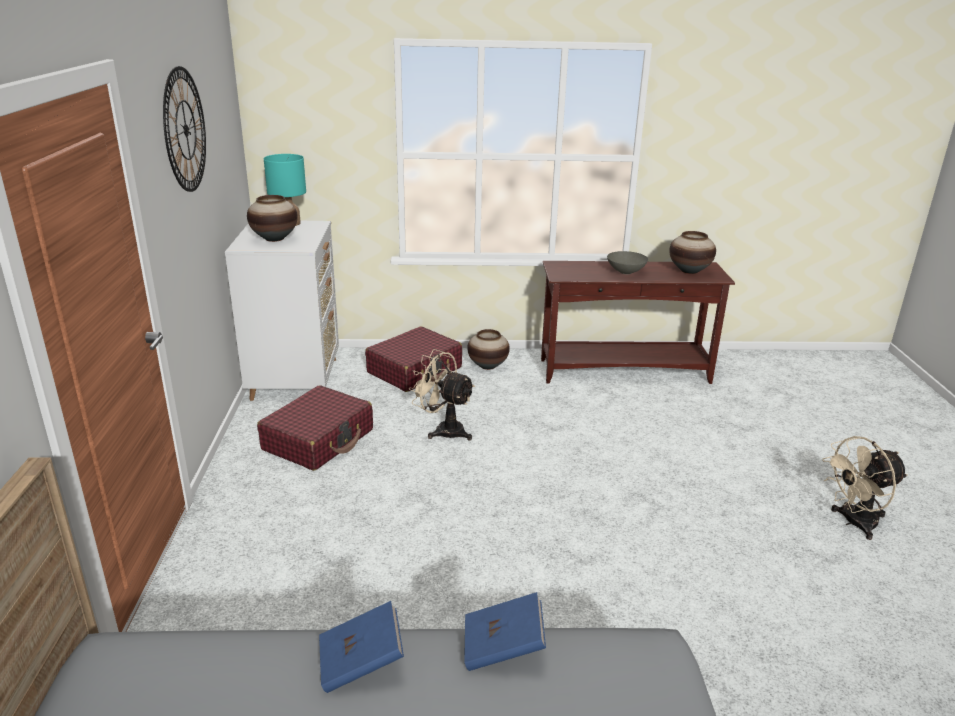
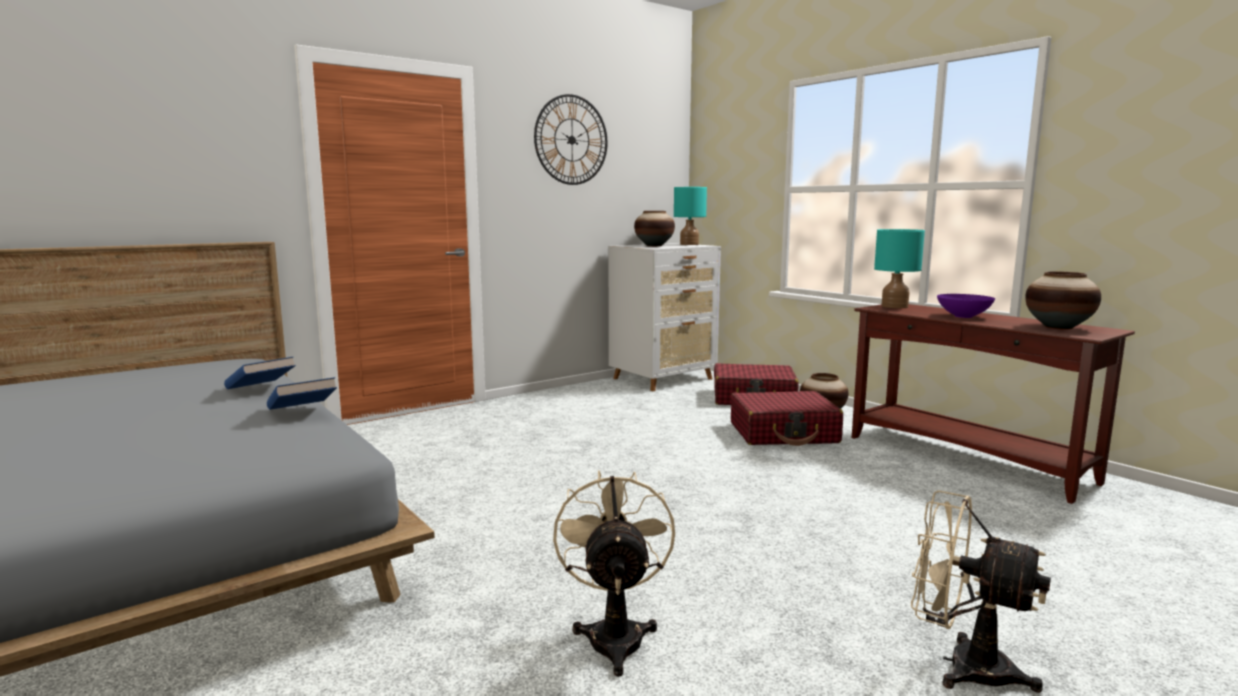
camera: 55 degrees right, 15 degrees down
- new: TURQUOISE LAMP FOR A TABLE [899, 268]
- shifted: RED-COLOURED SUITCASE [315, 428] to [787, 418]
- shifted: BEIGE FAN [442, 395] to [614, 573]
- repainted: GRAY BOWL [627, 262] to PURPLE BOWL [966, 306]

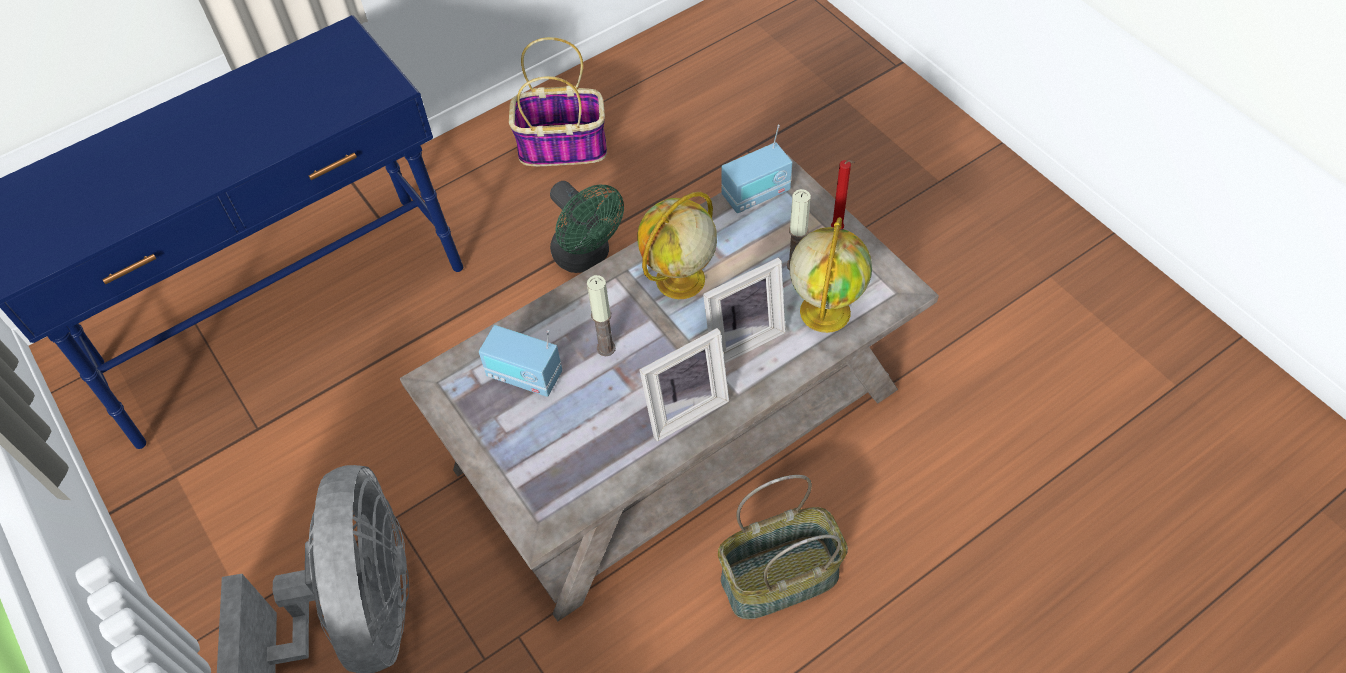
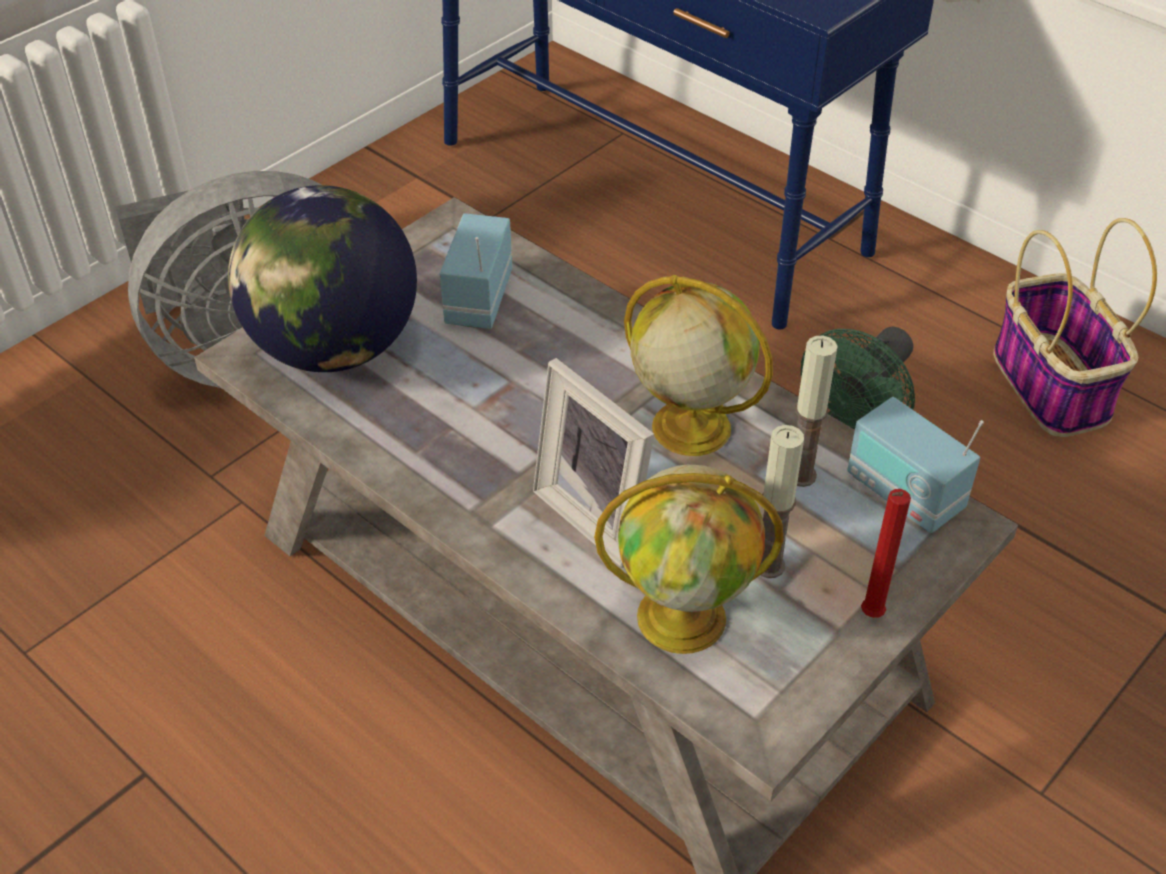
camera: 75 degrees right, 10 degrees down
- gone: STANDING FRAME [684, 384]
- gone: HOUSEHOLD BASKET [783, 547]
- new: DESK GLOBE [322, 278]
- shifted: WAX CANDLE [601, 316] to [816, 411]

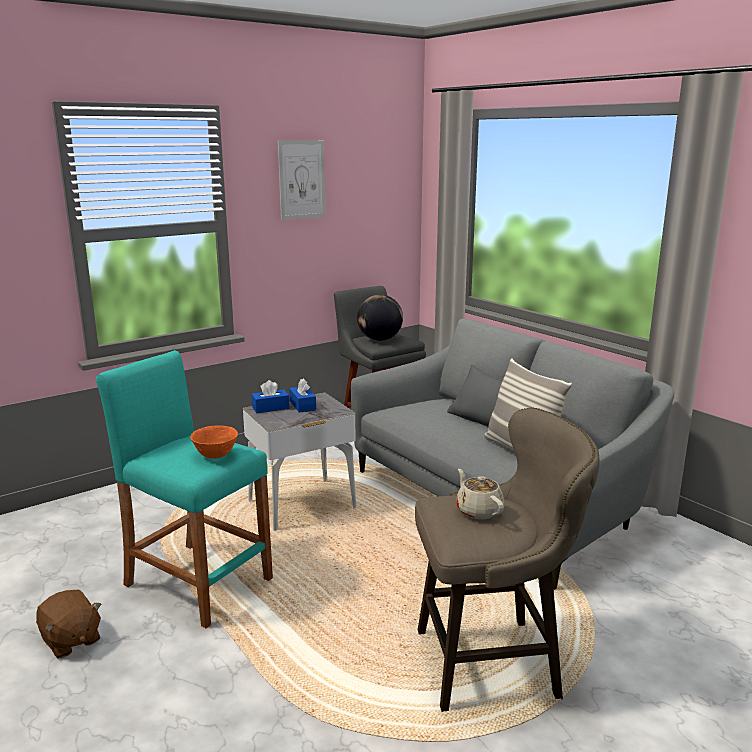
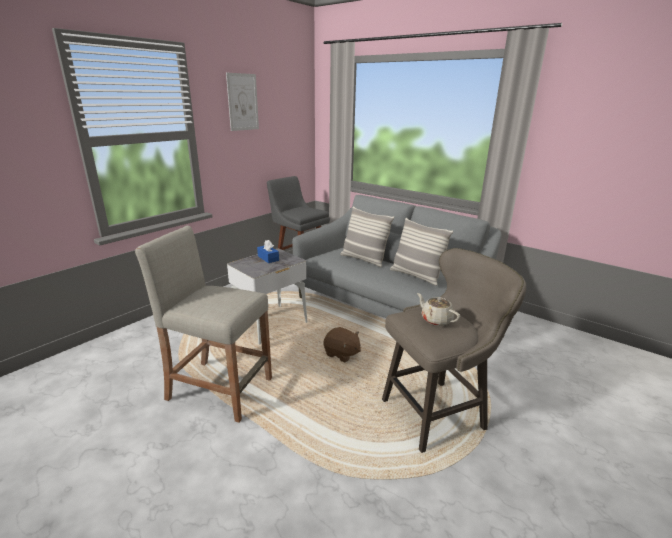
camera: 15 degrees left, 5 degrees up
- gone: ORANGE-COLOURED BOWL [214, 442]
- gone: BLUISH BOX OF TISSUES [271, 396]
- gone: DESK GLOBE [380, 318]
- new: PILLOW [367, 236]
- shifted: BROWN-COLOURED CUDDLY TOY [69, 624] to [342, 344]
- repainted: TURQUOISE SITTING STOOL [184, 489] to BEIGE SITTING STOOL [203, 324]

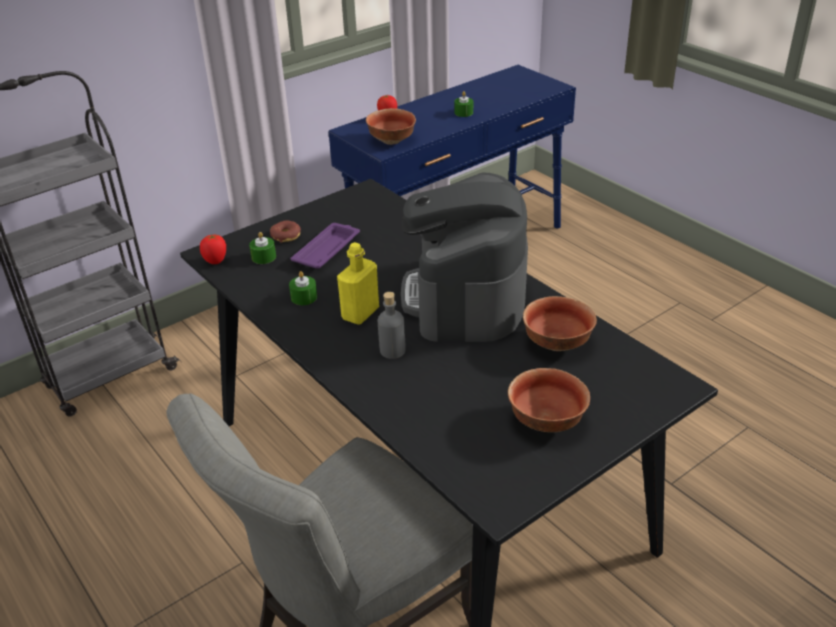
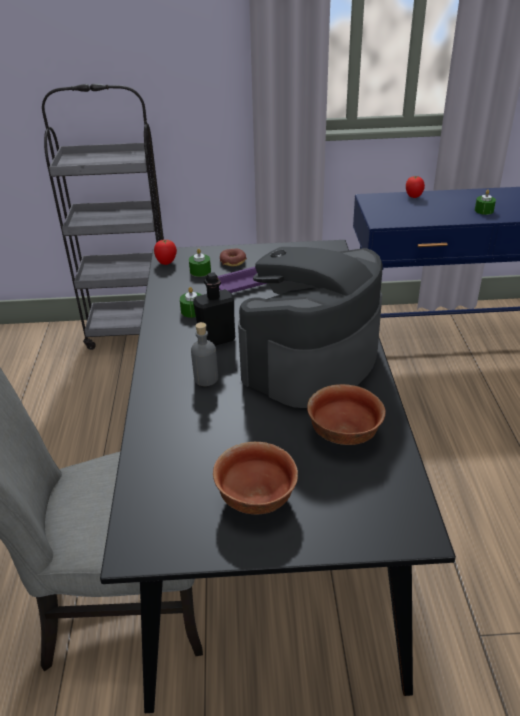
camera: 35 degrees right, 0 degrees up
- gone: BOWL [391, 126]
- repainted: YELLOWISH BOTTLE [358, 283] to BLACK-COLOURED BOTTLE [214, 309]

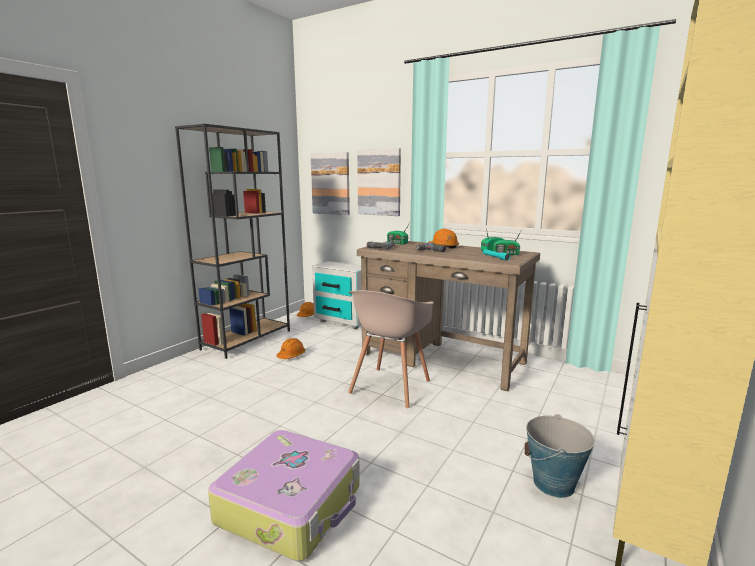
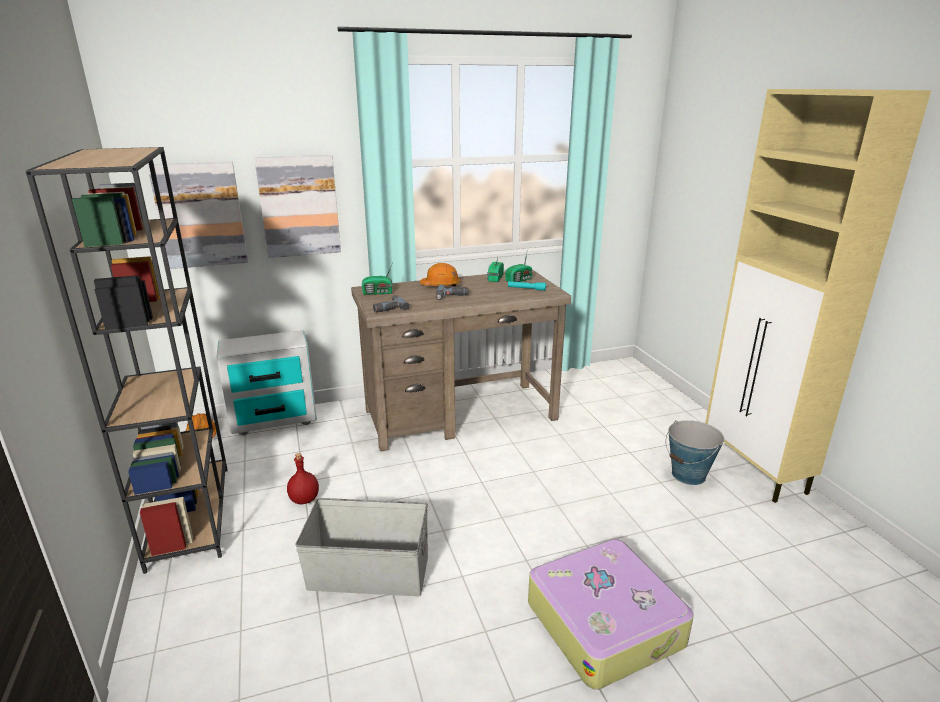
camera: 50 degrees left, 10 degrees up
- gone: BEIGE UPRIGHT CHAIR [391, 349]
- new: GRAY STORAGE BOX [361, 547]
- swapped: ORANGE-COLOURED WORK HELMET [291, 348] to RED-COLOURED BOTTLE [303, 478]

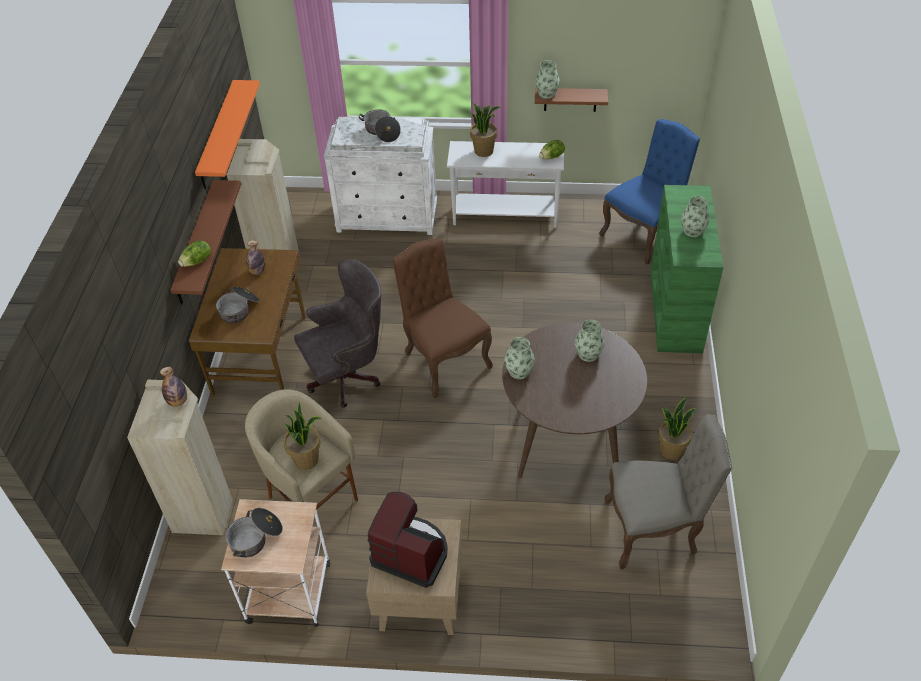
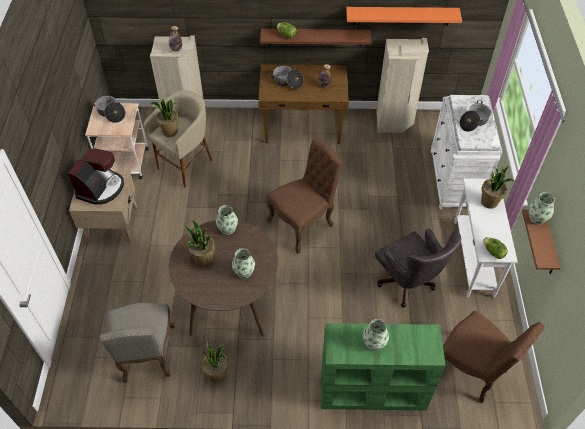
camera: 85 degrees right, 5 degrees up
- new: HOUSEPLANT [199, 243]
- shifted: GRAY COMPUTER CHAIR [337, 333] to [418, 268]
- repainted: BLUISH UPRIGHT CHAIR [649, 192] to BROWN-COLOURED UPRIGHT CHAIR [494, 357]

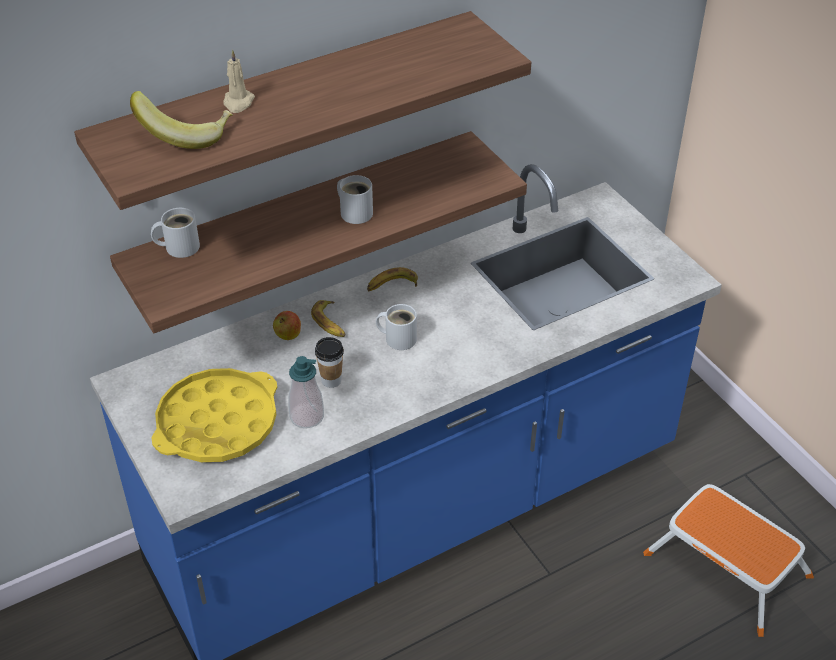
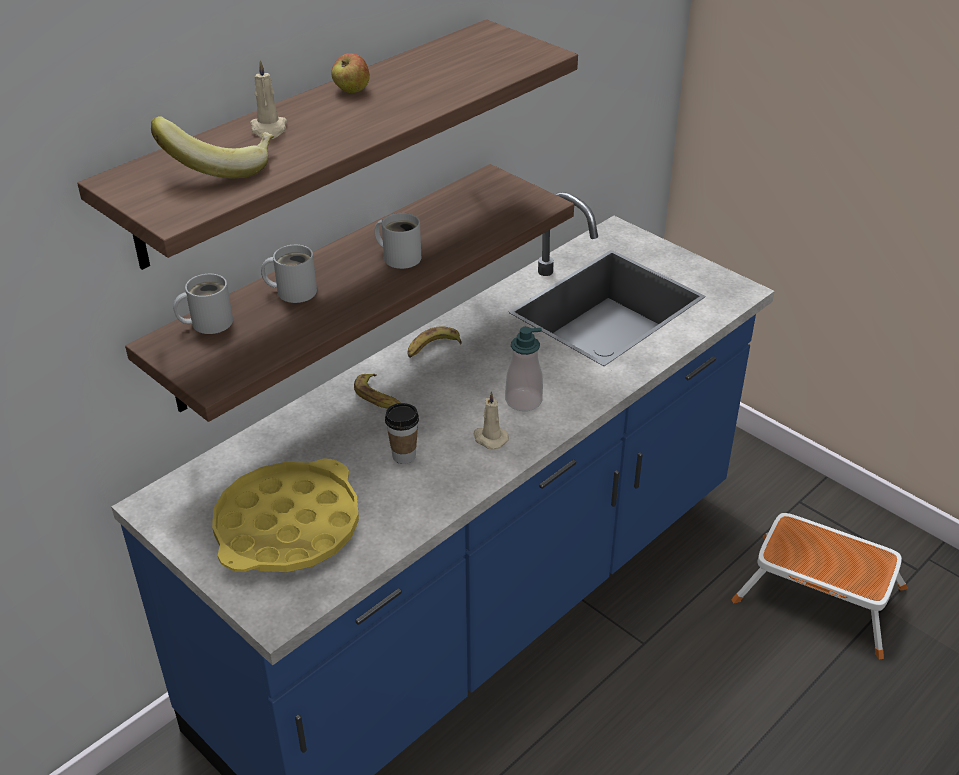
camera: 15 degrees left, 5 degrees down
- new: BEIGE WAX CANDLE [491, 420]
- shifted: APPLE FRUIT [287, 325] to [350, 73]
- shifted: SOAP BOTTLE [306, 392] to [524, 369]
- shifted: WHITE-COLOURED MUG [396, 327] to [289, 274]

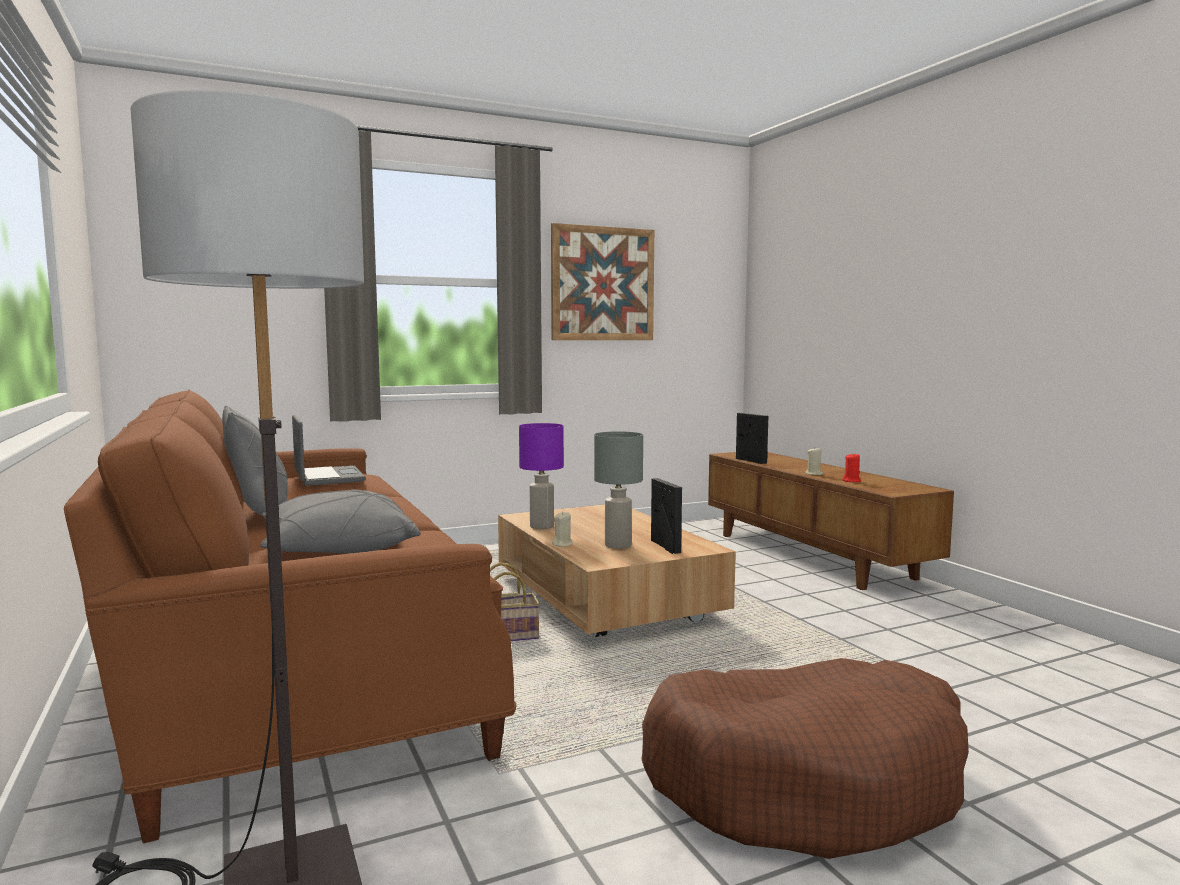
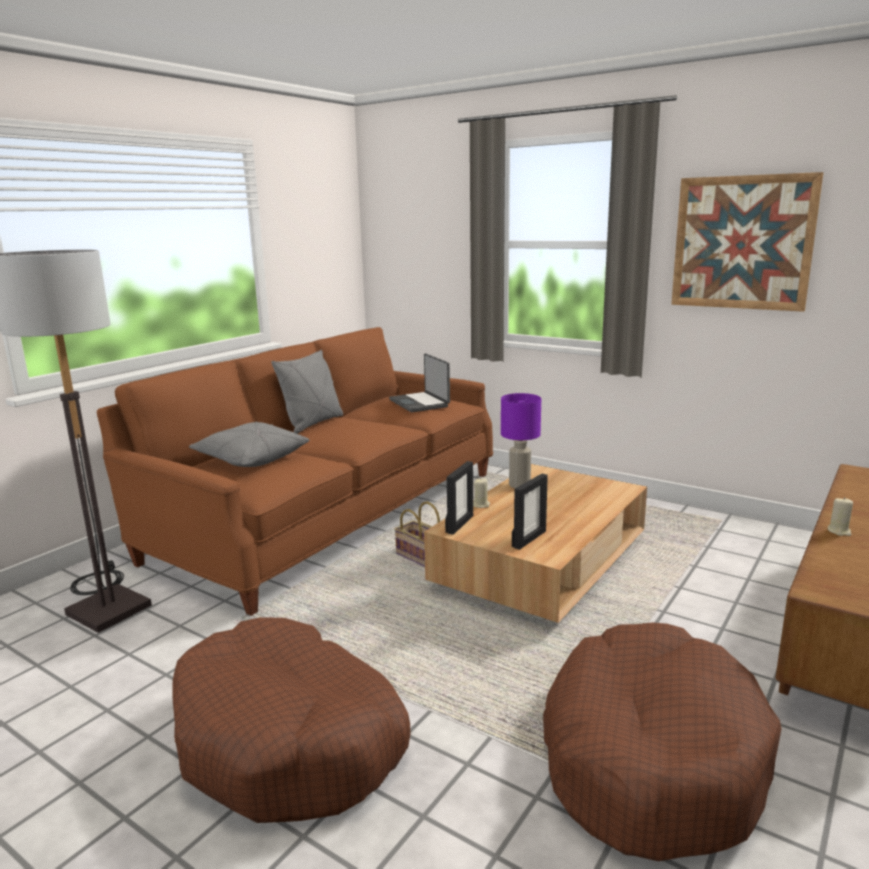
camera: 60 degrees right, 10 degrees up
- gone: GRAY LAMP FOR A TABLE [618, 490]
- gone: RED-COLOURED WAX CANDLE [851, 468]
- new: BROWN-COLOURED DOG CUSHION [662, 741]
- shifted: STANDING FRAME [752, 438] to [459, 498]
- rotated: PORTABLE COMPUTER [329, 450] = [419, 382] 120 degrees clockwise

